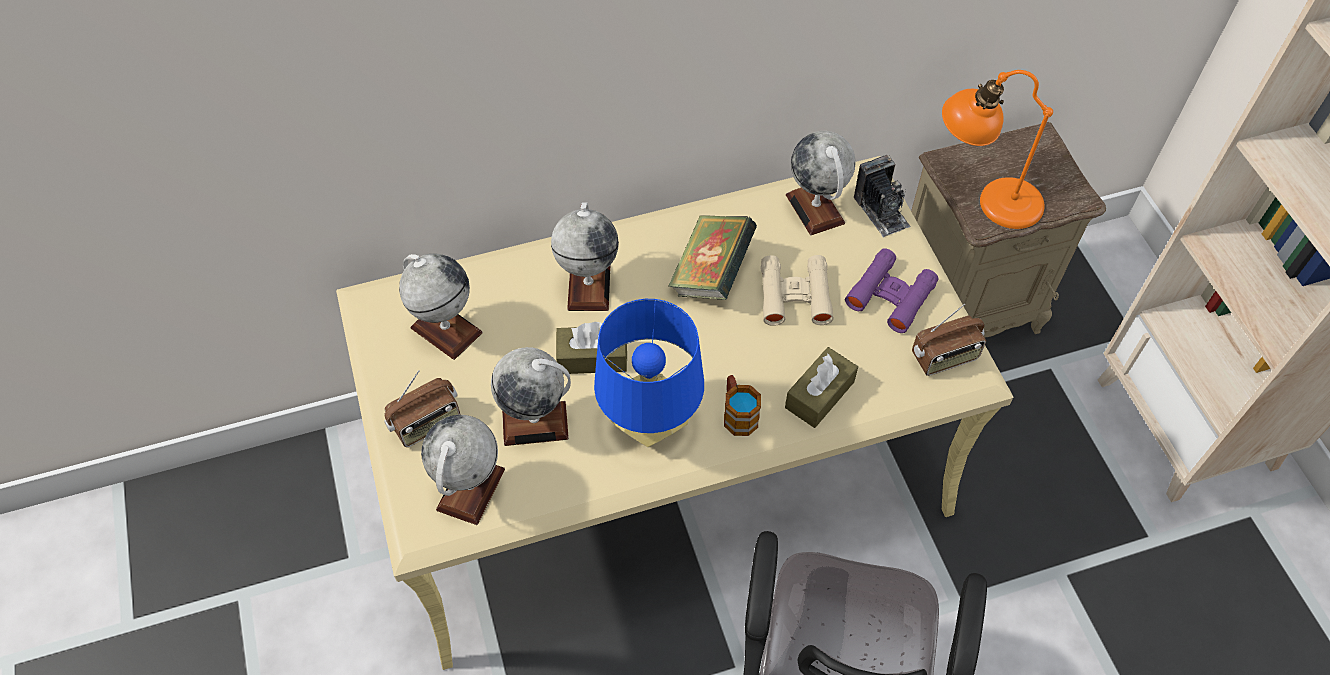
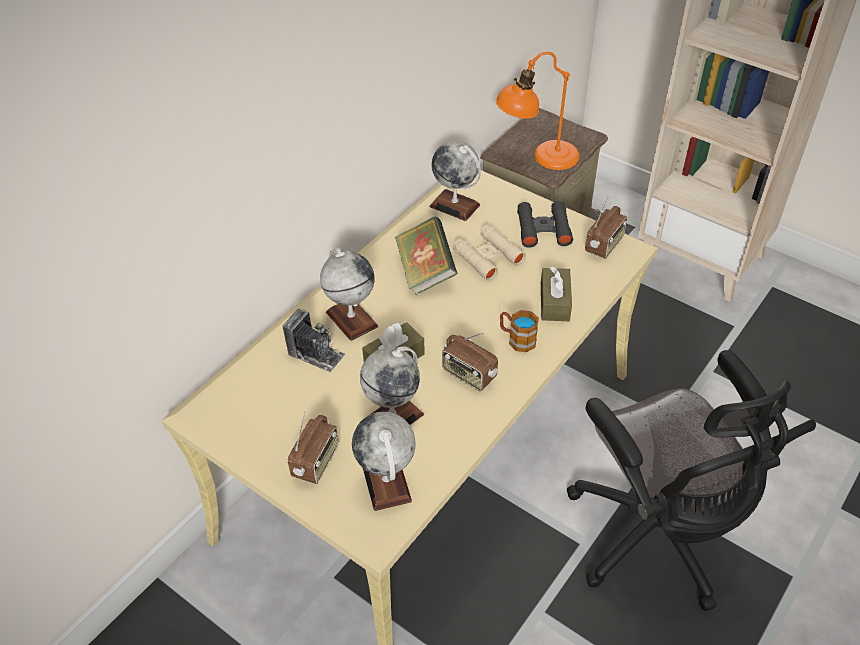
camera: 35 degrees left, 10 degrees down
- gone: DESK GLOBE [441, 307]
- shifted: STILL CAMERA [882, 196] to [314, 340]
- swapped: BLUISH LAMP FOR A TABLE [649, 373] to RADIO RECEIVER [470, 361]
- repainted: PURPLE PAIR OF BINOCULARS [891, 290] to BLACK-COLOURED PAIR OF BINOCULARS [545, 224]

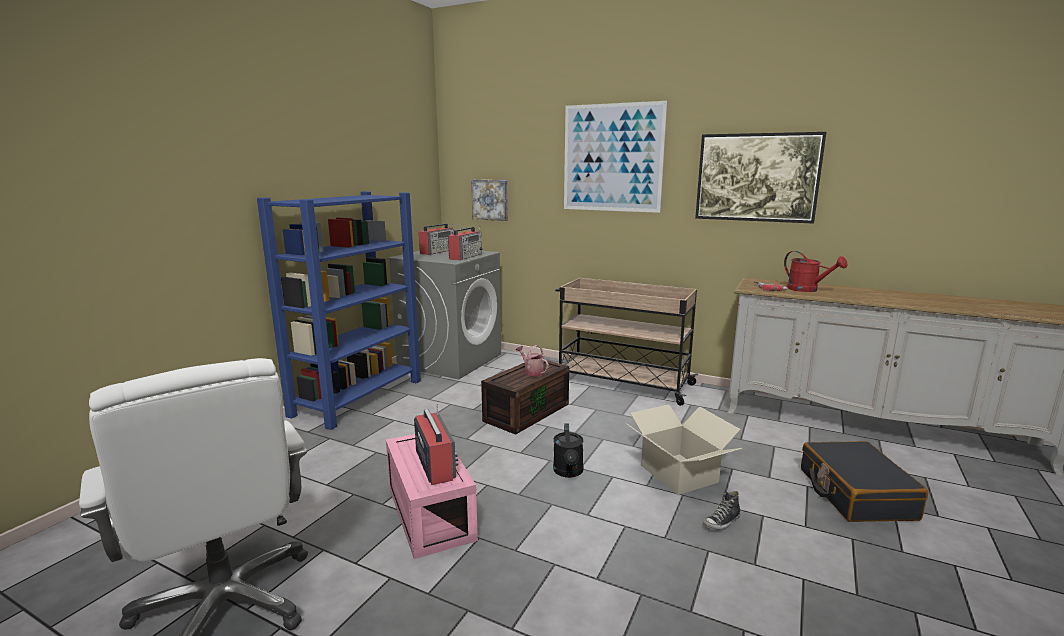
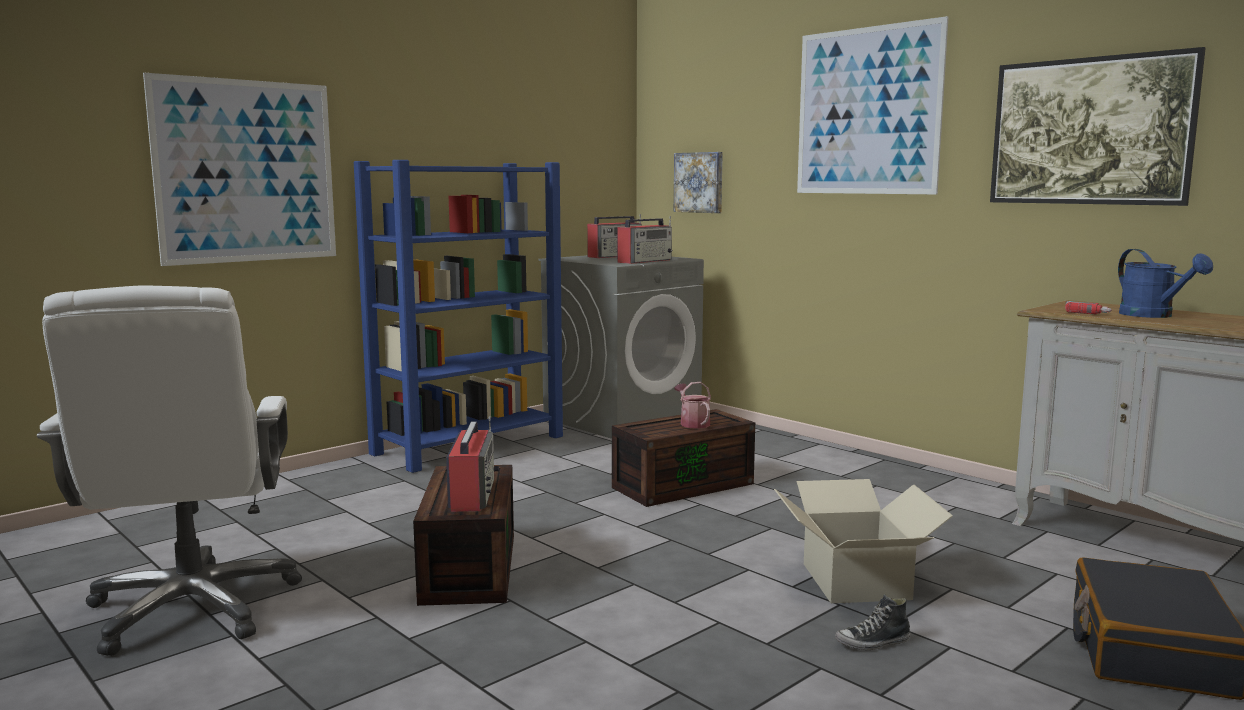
camera: 20 degrees right, 5 degrees down
- gone: BLACK-COLOURED SPRINKLING CAN [568, 450]
- gone: BEIGE CART [626, 342]
- new: PICTURE [239, 169]
- repainted: PINK-COLOURED STORAGE BOX [432, 496] to BROWN-COLOURED STORAGE BOX [463, 535]
- repainted: RED-COLOURED SPRINKLING CAN [816, 271] to BLUISH SPRINKLING CAN [1165, 283]

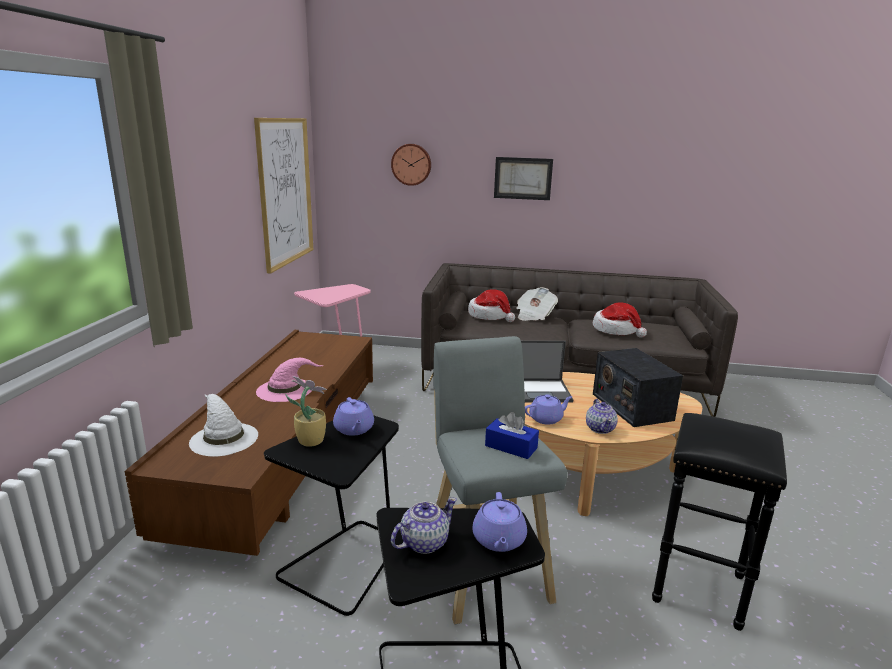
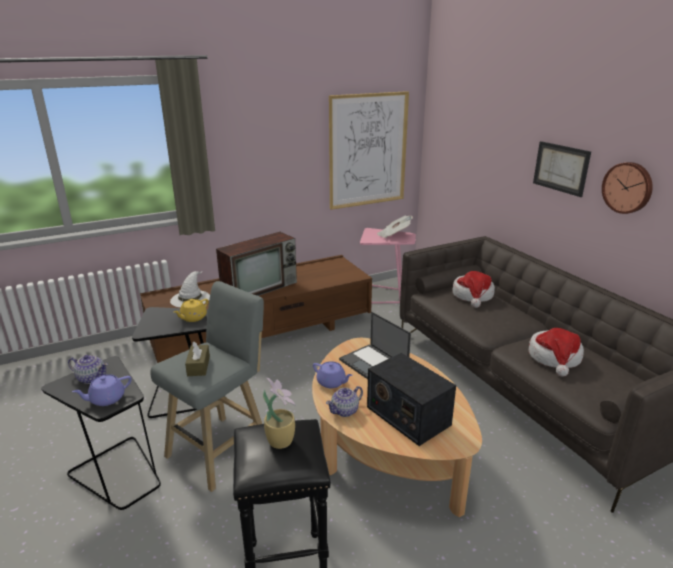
camera: 55 degrees right, 5 degrees up
- shifted: HOUSEPLANT [306, 411] to [279, 413]
- shifted: CLOCK ON THE WALL [411, 165] to [627, 188]
- shifted: NEWSPAPER [537, 304] to [395, 227]
- swapped: PINK-COLOURED WEARABLE HAT [290, 380] to TELEVISION [256, 264]
- repainted: PURPLE TEAPOT [353, 416] to YELLOWISH TEAPOT [191, 310]
- repainted: BLUISH BOX OF TISSUES [512, 435] to BROWN-COLOURED BOX OF TISSUES [197, 358]
- rotated: RADIO RECEIVER [638, 387] = [411, 399] 75 degrees counterclockwise

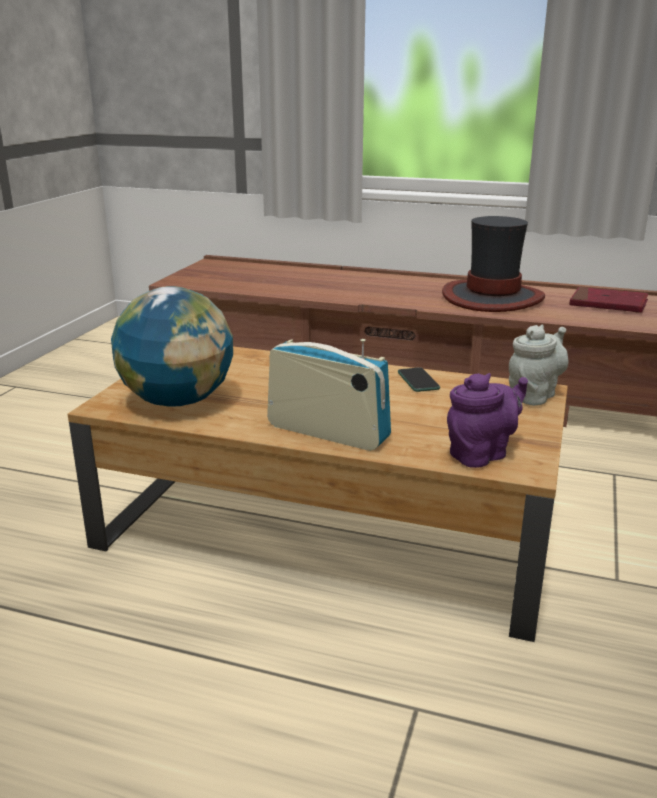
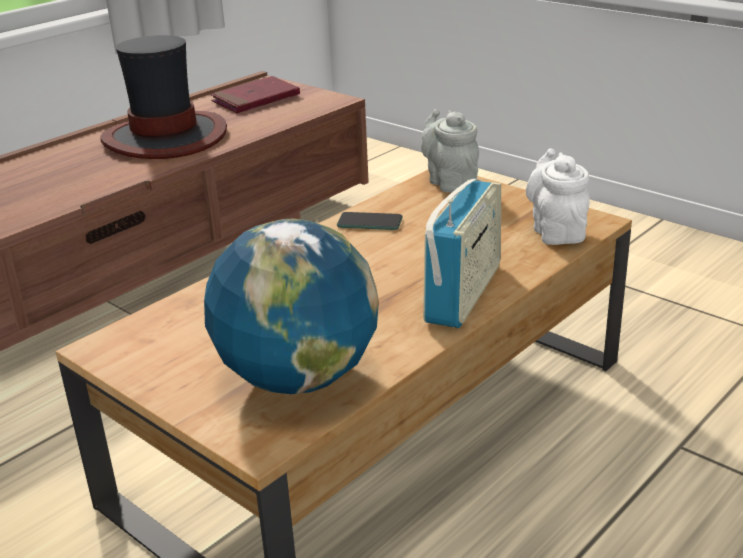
camera: 65 degrees left, 5 degrees up
- repainted: PURPLE TEAPOT [487, 420] to WHITE-COLOURED TEAPOT [558, 196]
- rotated: RADIO RECEIVER [329, 395] = [462, 253] 150 degrees clockwise

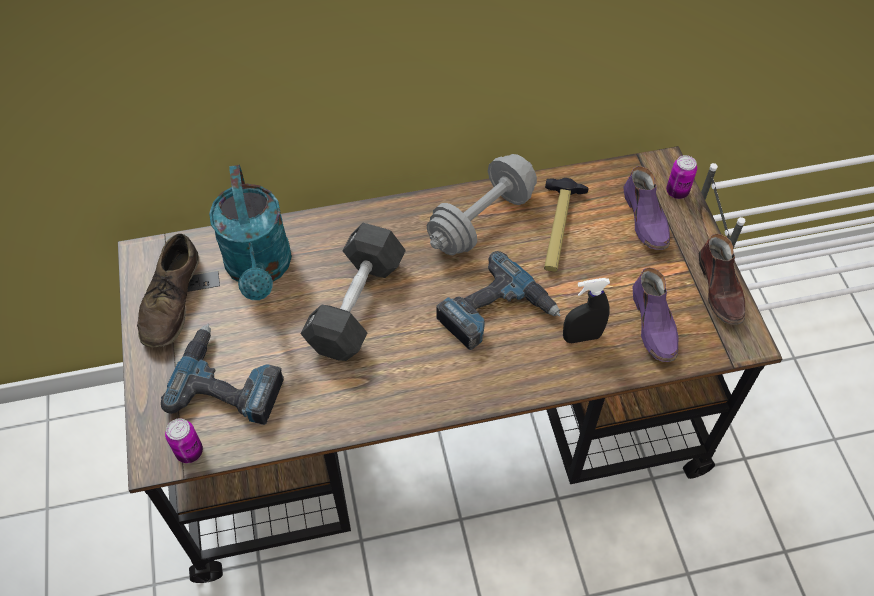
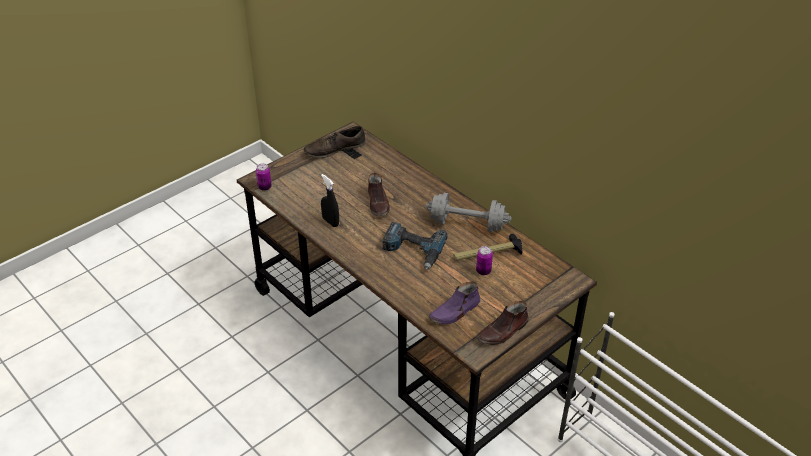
camera: 60 degrees right, 15 degrees down
- gone: ELECTRIC DRILL [222, 374]
- gone: TURQUOISE SPRINKLING CAN [250, 232]
- gone: PURPLE ITEM OF FOOTWEAR [646, 208]
- shifted: BLACK-COLOURED SPRAYER [586, 310] to [330, 200]
- shifted: SEALED CAN [681, 177] to [484, 260]
- swapped: BLACK-COLOURED FREE WEIGHT [353, 292] to BROWN-COLOURED ITEM OF FOOTWEAR [379, 194]

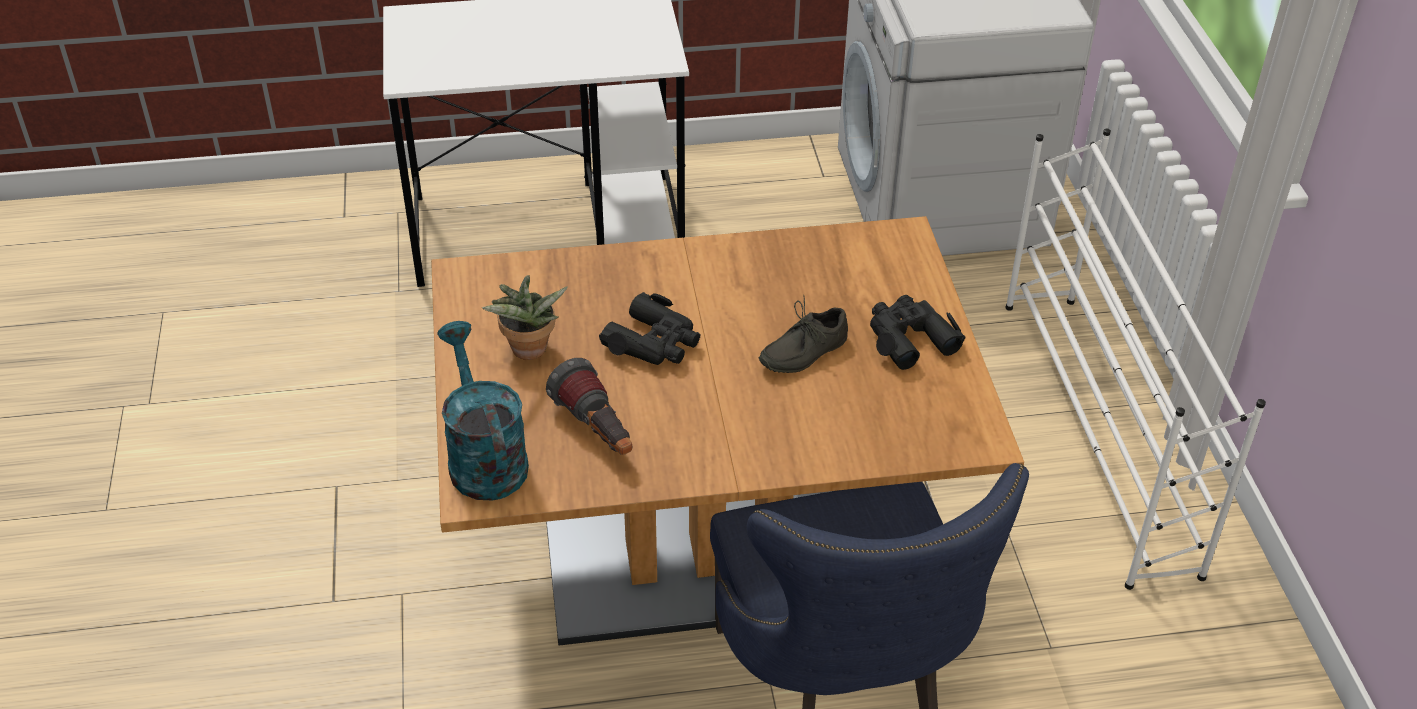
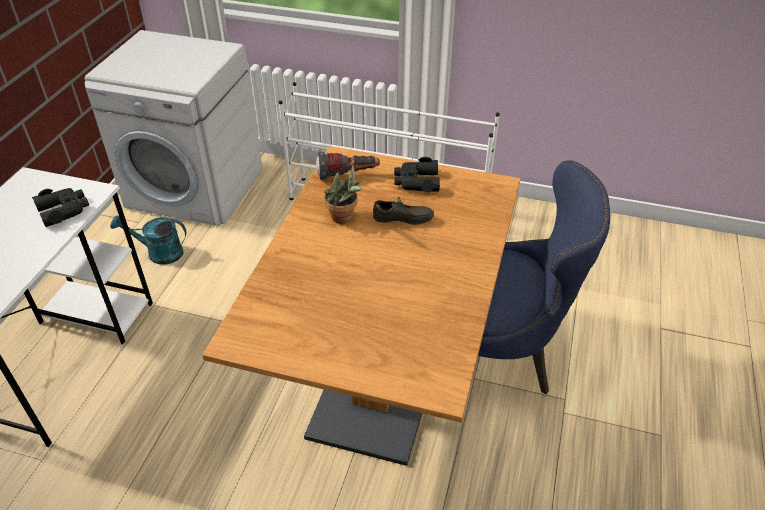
camera: 65 degrees left, 0 degrees up
- shifted: TURQUOISE SPRINKLING CAN [483, 411] to [148, 240]
- shifted: HOUSEPLANT [525, 317] to [343, 194]
- shifted: TORCH [589, 406] to [348, 166]
- shifted: BLACK-COLOURED PAIR OF BINOCULARS [649, 328] to [60, 207]
- rotated: GRAY ITEM OF FOOTWEAR [803, 334] = [403, 211] 75 degrees counterclockwise

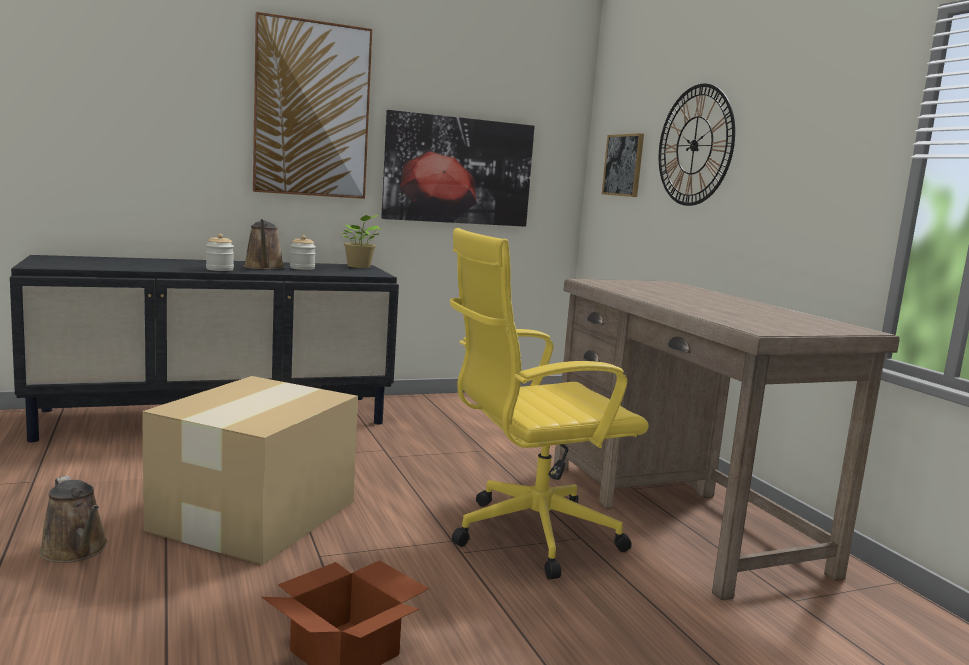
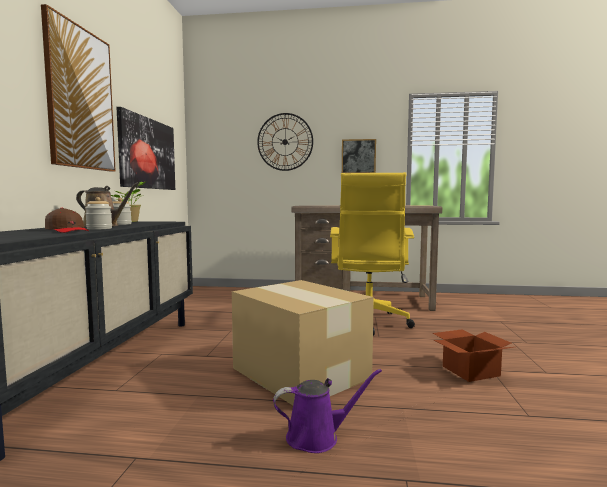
camera: 60 degrees left, 5 degrees down
- new: BROWN-COLOURED CAP [67, 220]
- shifted: PICTURE [623, 165] to [359, 156]
- repainted: BROWN-COLOURED SPRINKLING CAN [73, 519] to PURPLE SPRINKLING CAN [327, 411]

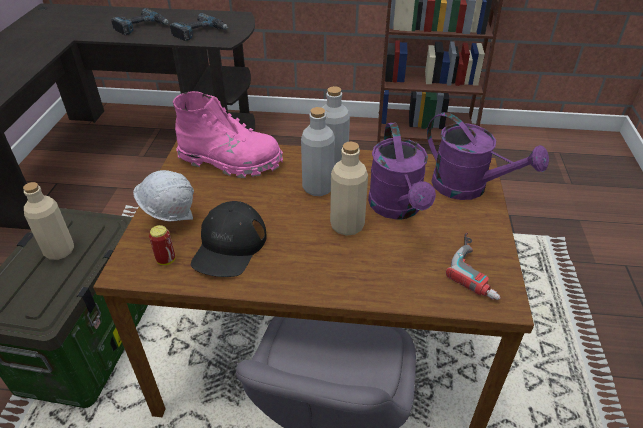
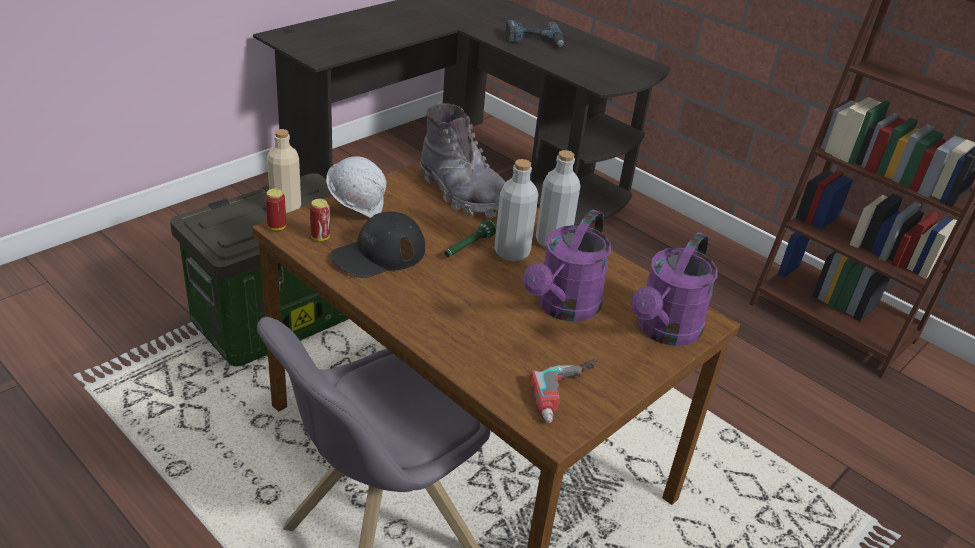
camera: 35 degrees right, 5 degrees down
- gone: ELECTRIC DRILL [199, 27]
- gone: BEIGE BOTTLE [349, 189]
- new: SEALED CAN [275, 209]
- new: GREENISH TORCH [470, 238]
- repainted: PINK-COLOURED TALL BOOT [228, 134] to GRAY TALL BOOT [462, 160]
- rotated: PURPLE SPRINKLING CAN [488, 156] = [674, 289] 45 degrees clockwise

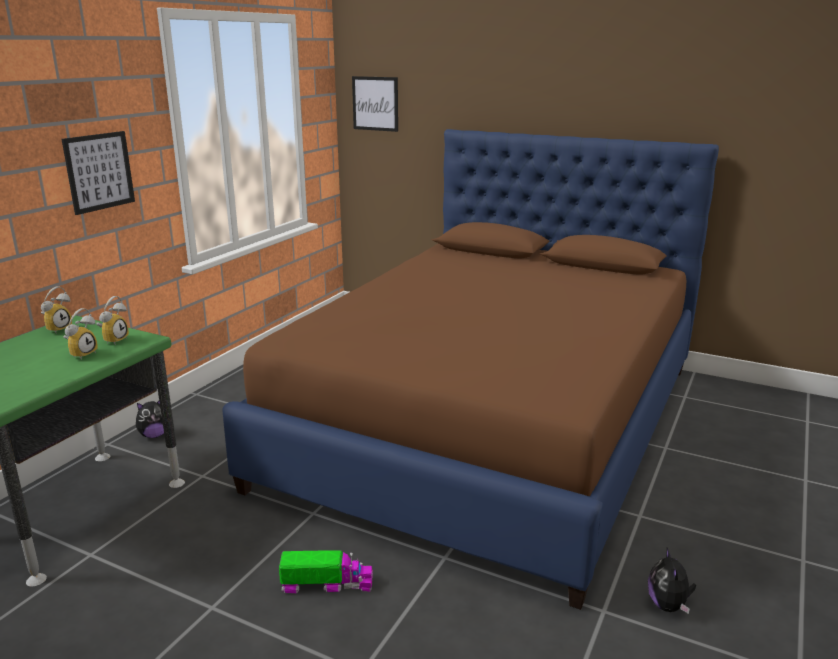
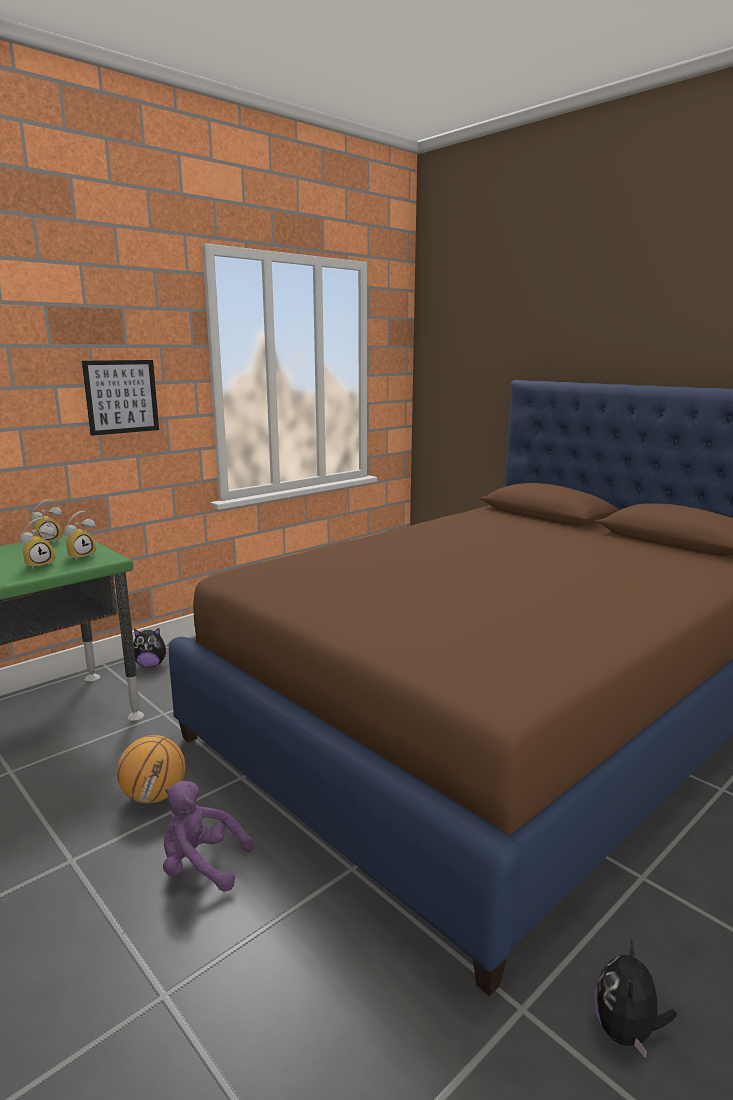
camera: 20 degrees right, 5 degrees down
- gone: PICTURE [375, 104]
- new: BALL FOR BASKETBALL [151, 769]
- swapped: TOY TRUCK [326, 571] to PURPLE CUDDLY TOY [208, 836]

